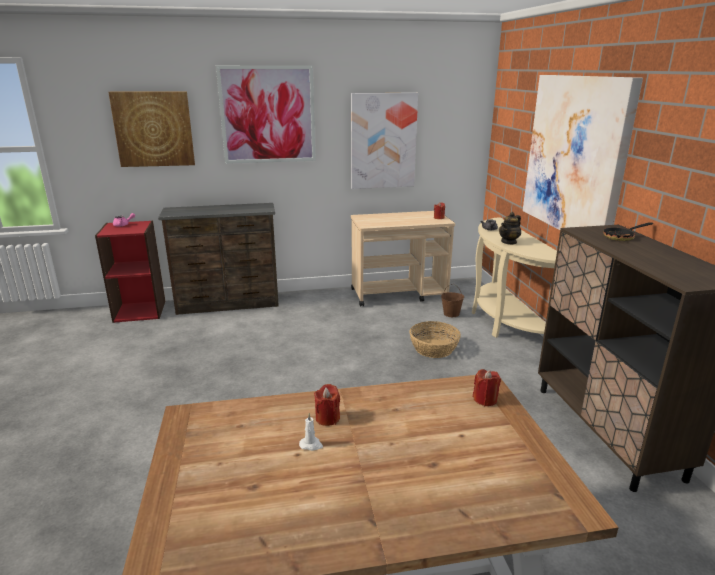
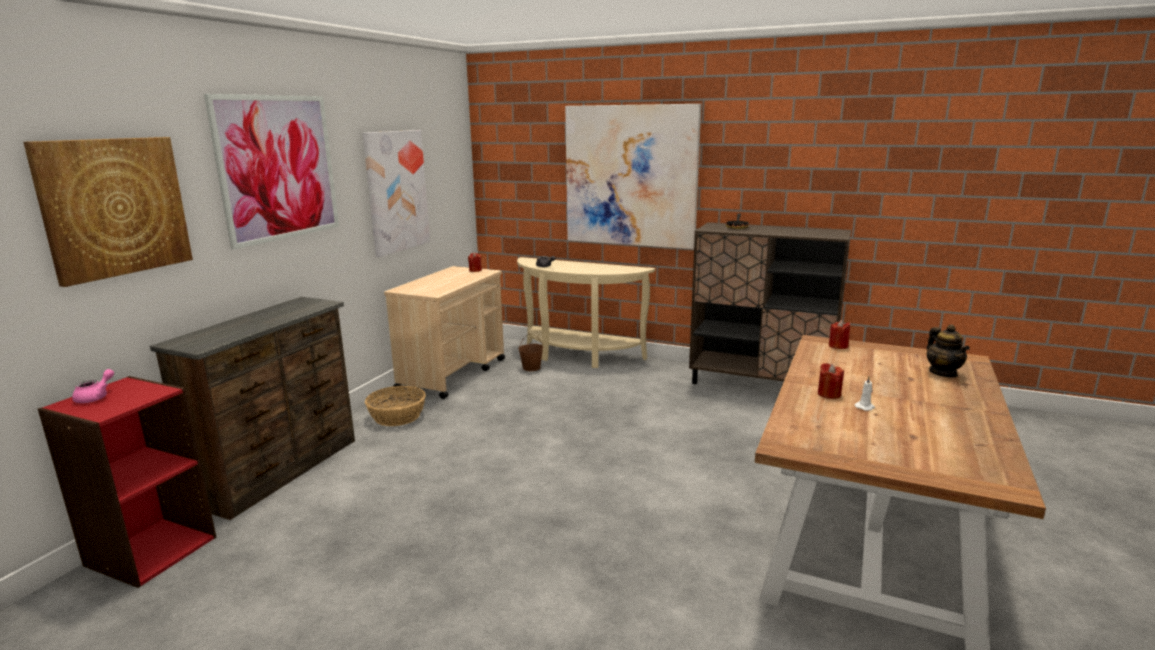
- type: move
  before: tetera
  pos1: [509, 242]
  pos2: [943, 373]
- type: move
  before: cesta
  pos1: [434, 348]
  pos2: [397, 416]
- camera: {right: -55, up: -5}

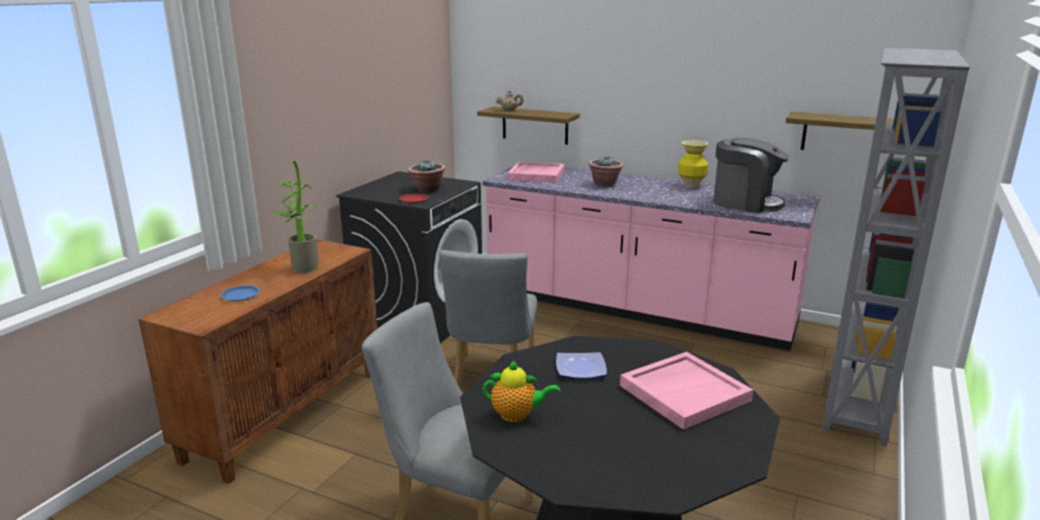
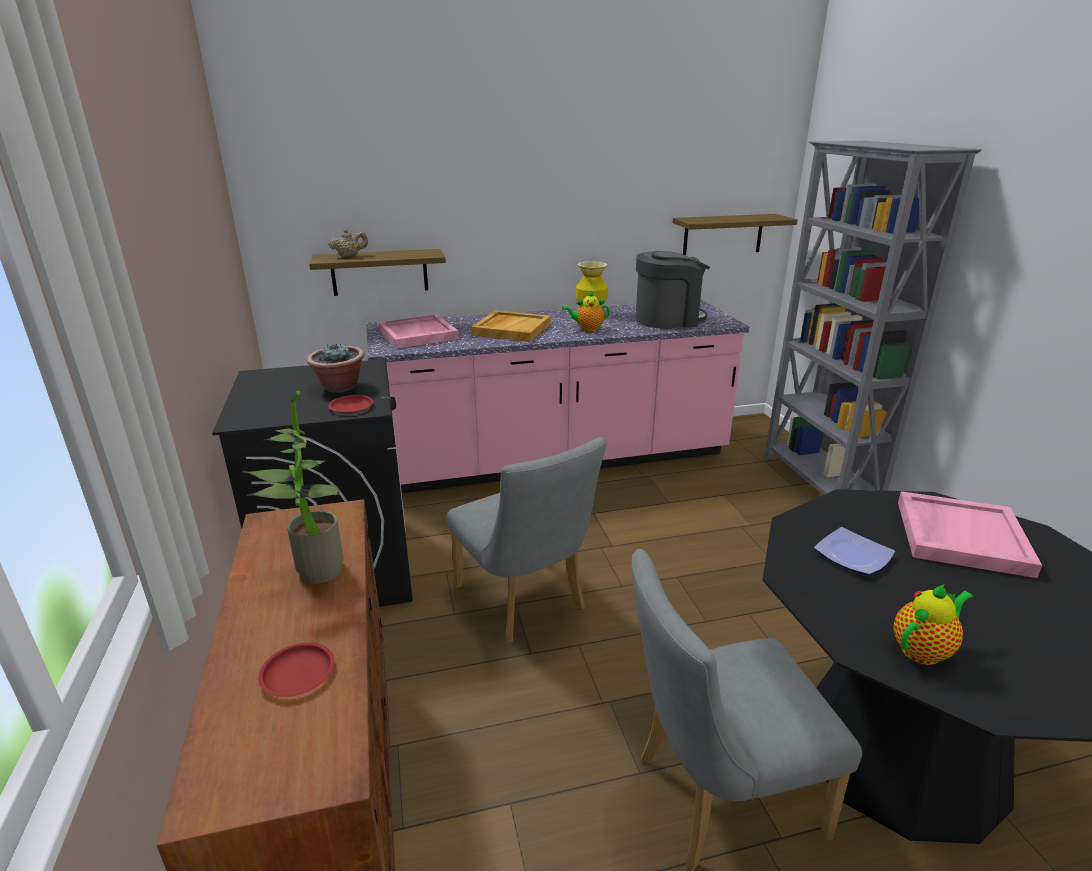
- type: replace
  before: planta en maceta
  after: bandeja [beis]
  pos1: [605, 184]
  pos2: [511, 329]
- type: recolor
  before: plato [azul]
  after: plato [rojo]
  pos1: [241, 295]
  pos2: [298, 673]
- type: insert
  after: tetera
  pos2: [587, 329]
- camera: {right: -40, up: 5}

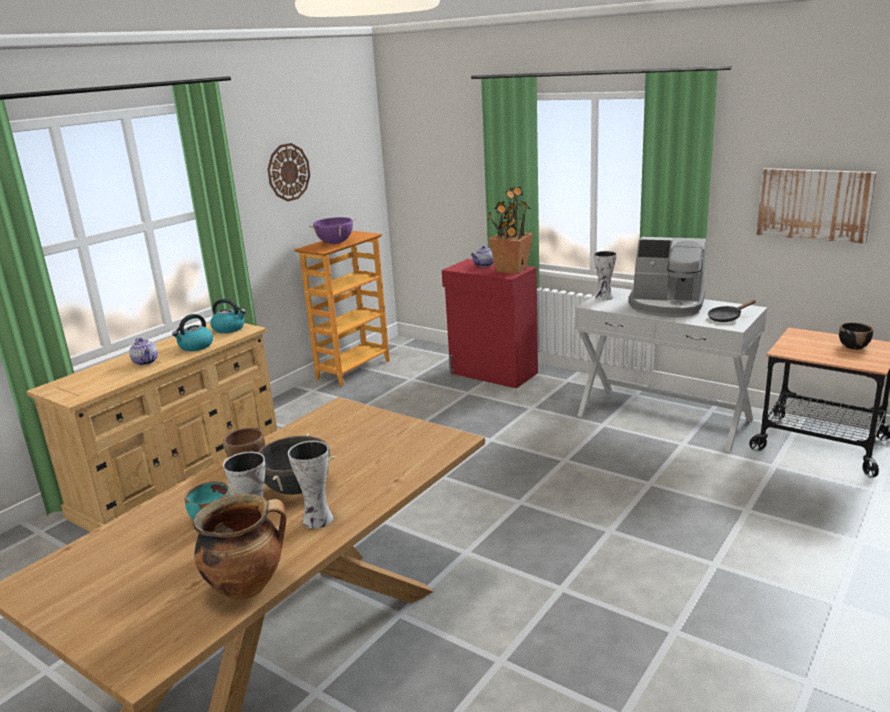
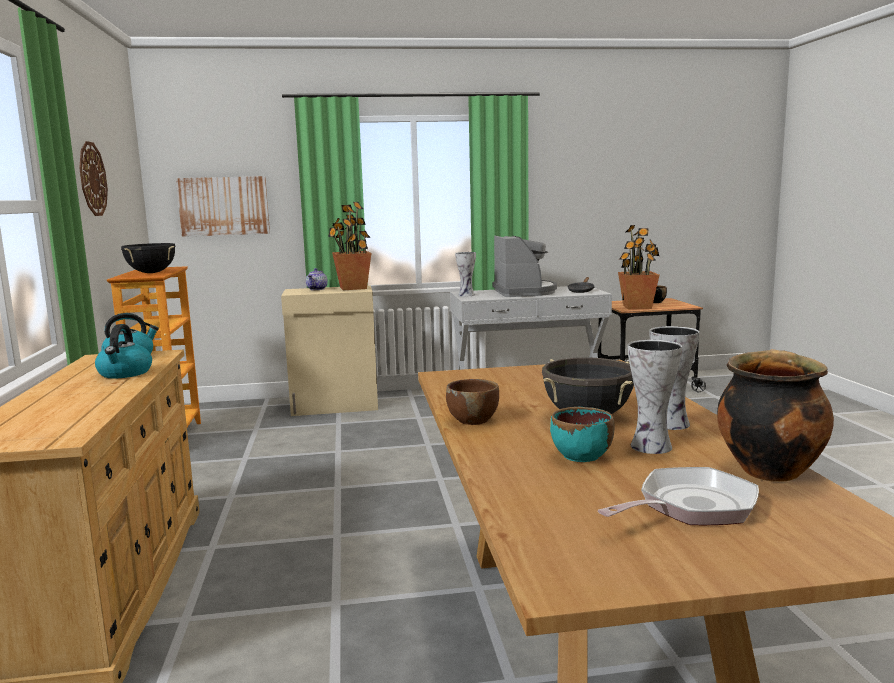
- type: move
  before: cuadro
  pos1: [814, 204]
  pos2: [224, 206]
- type: recolor
  before: olla [morado]
  after: olla [negro]
  pos1: [335, 243]
  pos2: [151, 273]
- type: rotate
  before: cafetera
  pos1: [666, 305]
  pos2: [524, 292]
  turn: -75
- type: recolor
  before: armario [rojo]
  after: armario [beis]
  pos1: [493, 373]
  pos2: [335, 406]
- type: delete
  before: tetera
  pos1: [146, 362]
- type: insert
  after: planta en maceta
  pos2: [637, 307]
- type: insert
  after: sartén
  pos2: [690, 507]
- camera: {right: -45, up: -10}

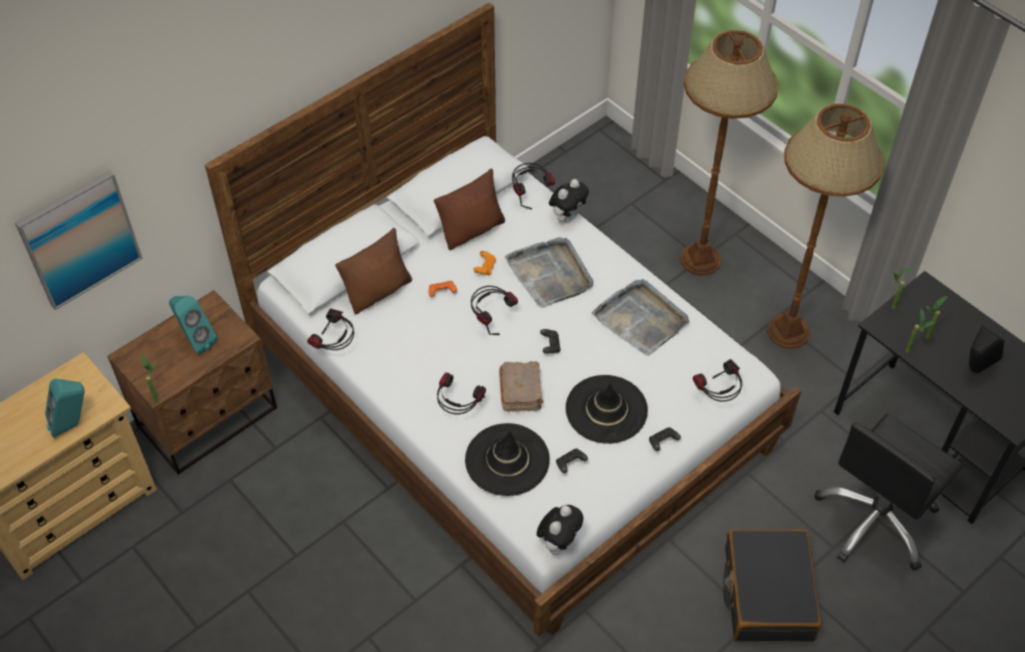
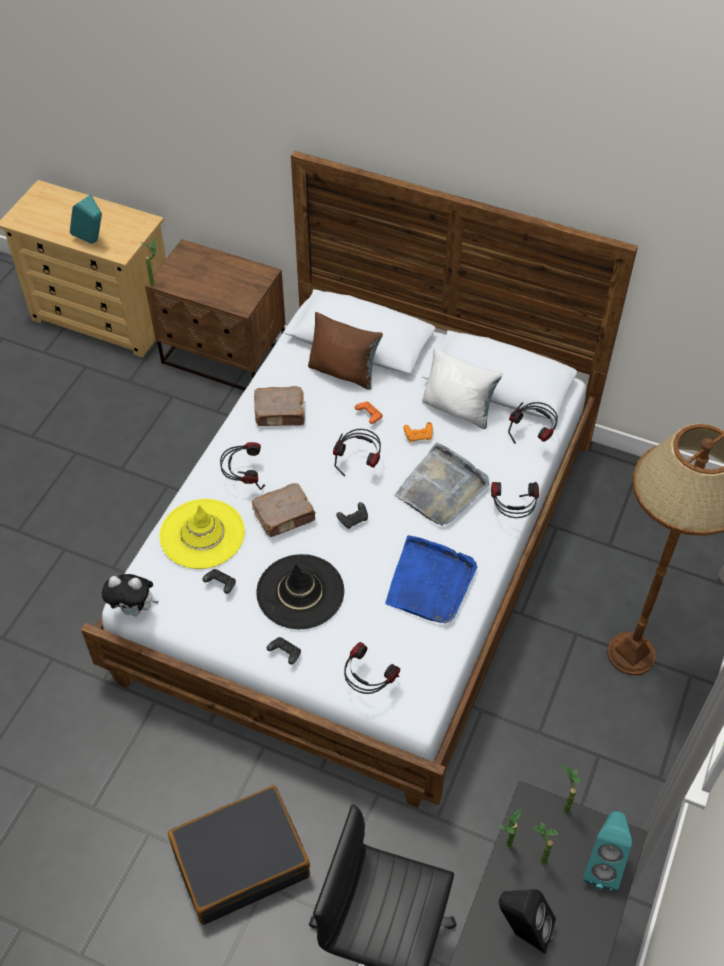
- type: delete
  before: lámpara de pie [marrón]
  pos1: [788, 332]
- type: recolor
  before: cojín [marrón]
  after: cojín [blanco]
  pos1: [472, 230]
  pos2: [458, 409]
- type: delete
  before: cuadro
  pos1: [79, 239]
- type: delete
  before: peluche
  pos1: [567, 217]
- type: recolor
  before: bandeja [gris]
  after: bandeja [azul]
  pos1: [641, 319]
  pos2: [430, 583]
- type: move
  before: altavoz [turquesa]
  pos1: [196, 341]
  pos2: [602, 864]
- type: move
  before: auriculares
  pos1: [335, 347]
  pos2: [512, 513]
- type: recolor
  before: sombrero [negro]
  after: sombrero [amarillo]
  pos1: [507, 460]
  pos2: [202, 534]
- type: insert
  after: libro [marrón]
  pos2: [280, 413]
- camera: {right: 65, up: 0}

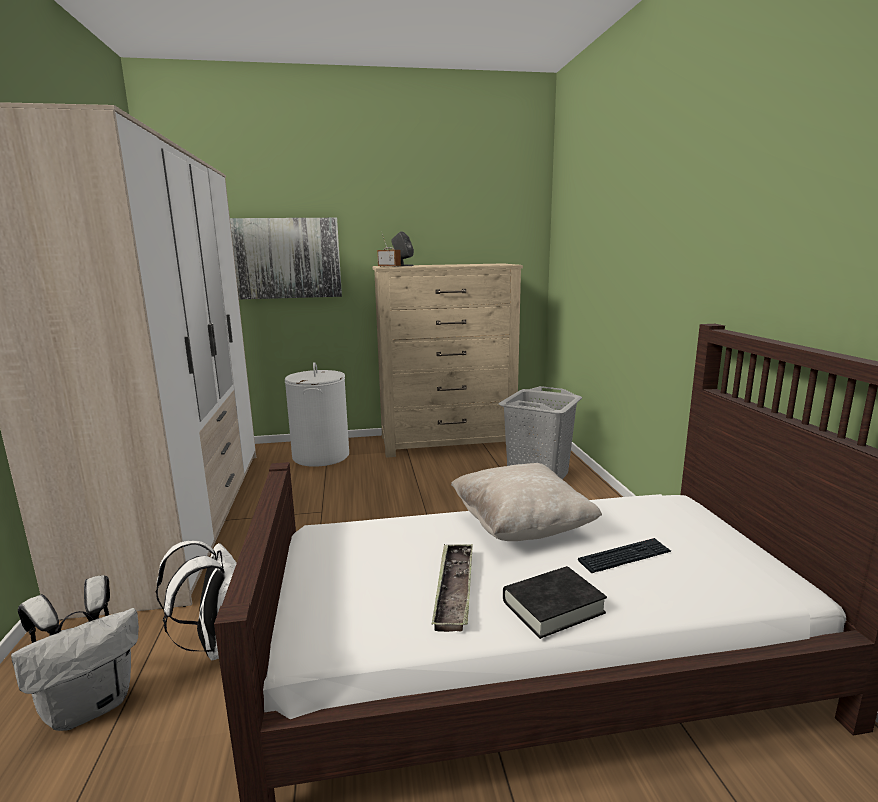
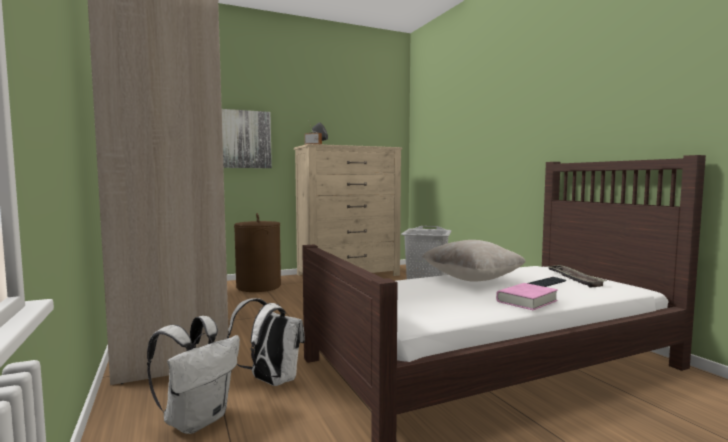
- type: recolor
  before: cesto de la ropa [blanco]
  after: cesto de la ropa [marrón]
  pos1: [321, 456]
  pos2: [259, 286]
- type: move
  before: bandeja
  pos1: [454, 590]
  pos2: [573, 279]
- type: recolor
  before: libro [negro]
  after: libro [rosa]
  pos1: [553, 607]
  pos2: [526, 301]
- camera: {right: -15, up: -10}

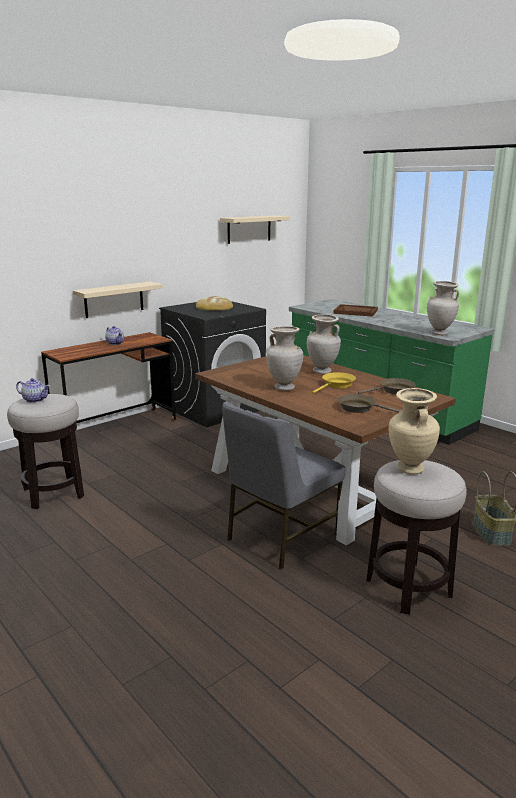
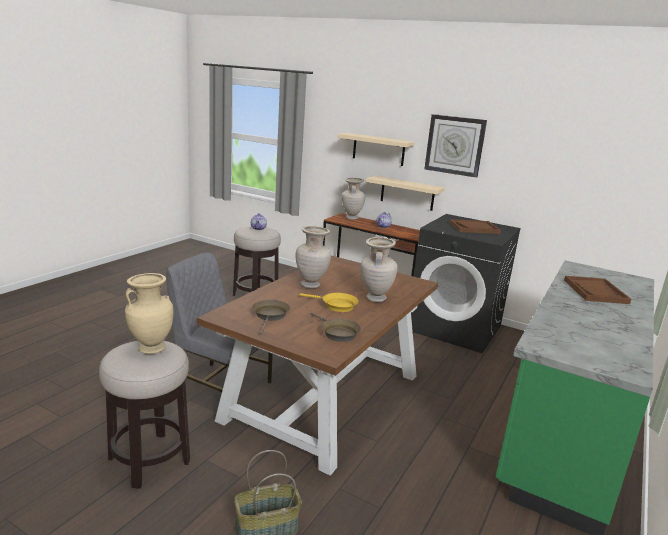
- type: move
  before: estante [beis]
  pos1: [249, 229]
  pos2: [378, 149]
- type: move
  before: florero [beis]
  pos1: [439, 333]
  pos2: [351, 218]
- type: replace
  before: pan
  after: bandeja [marrón]
  pos1: [214, 307]
  pos2: [474, 228]
- type: insert
  after: reloj de pared
  pos2: [455, 145]
- camera: {right: 70, up: 0}

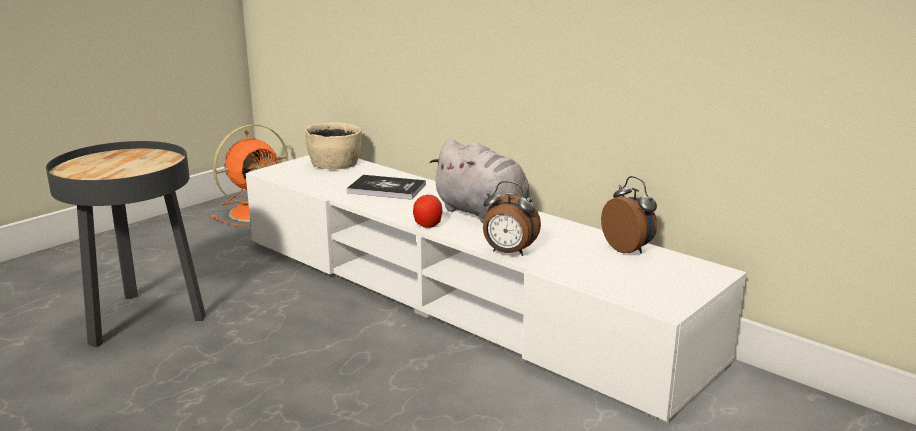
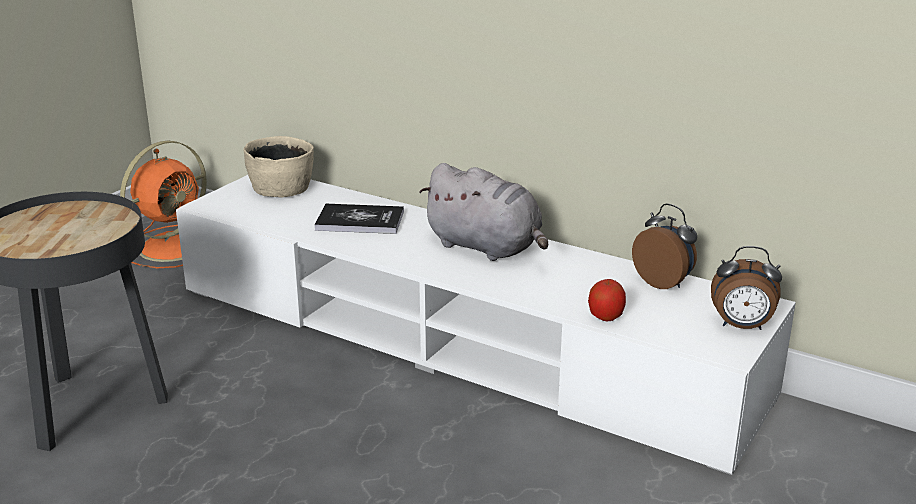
- type: move
  before: despertador
  pos1: [508, 252]
  pos2: [741, 326]
- type: move
  before: manzana
  pos1: [428, 225]
  pos2: [606, 317]
- camera: {right: -10, up: 5}

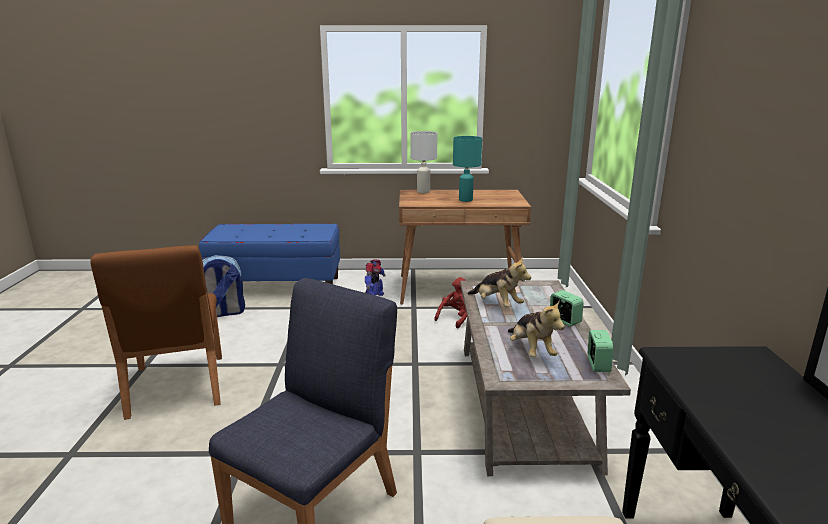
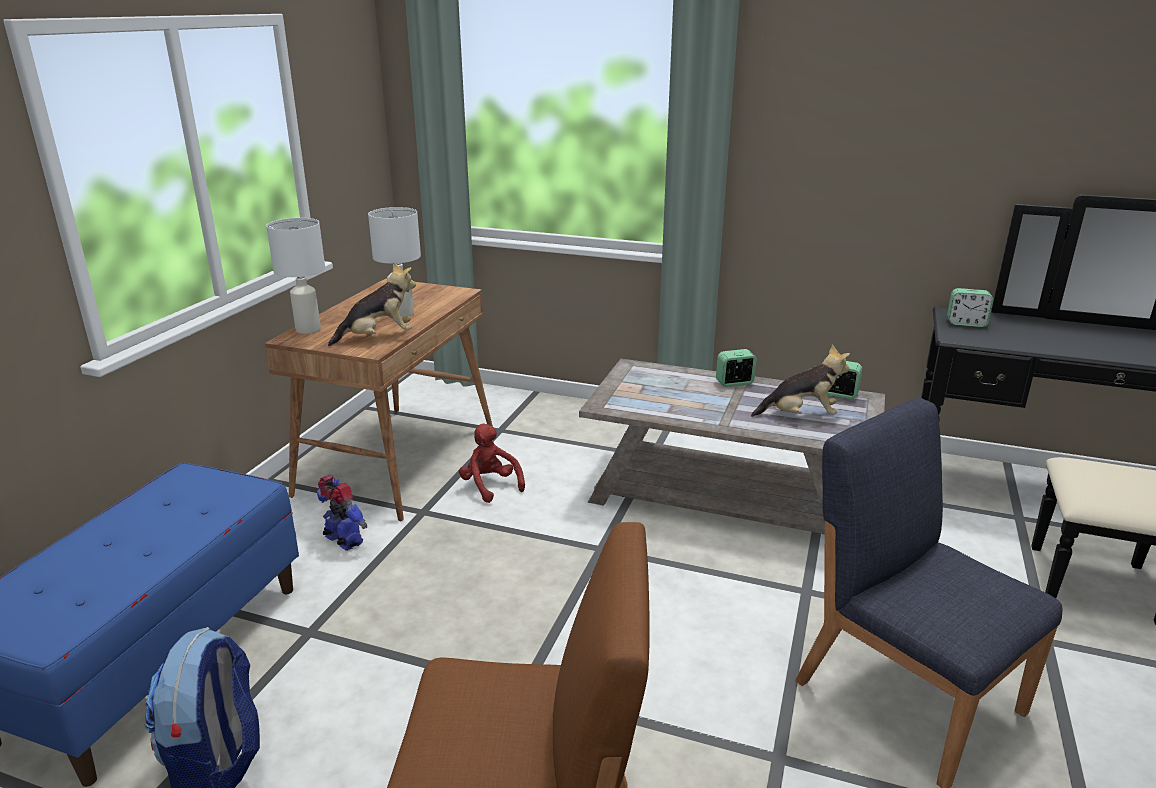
- type: recolor
  before: lámpara de mesa [turquesa]
  after: lámpara de mesa [blanco]
  pos1: [465, 200]
  pos2: [401, 314]
- type: move
  before: peluche
  pos1: [497, 304]
  pos2: [378, 338]
- type: insert
  after: despertador
  pos2: [966, 323]
- camera: {right: -70, up: 5}

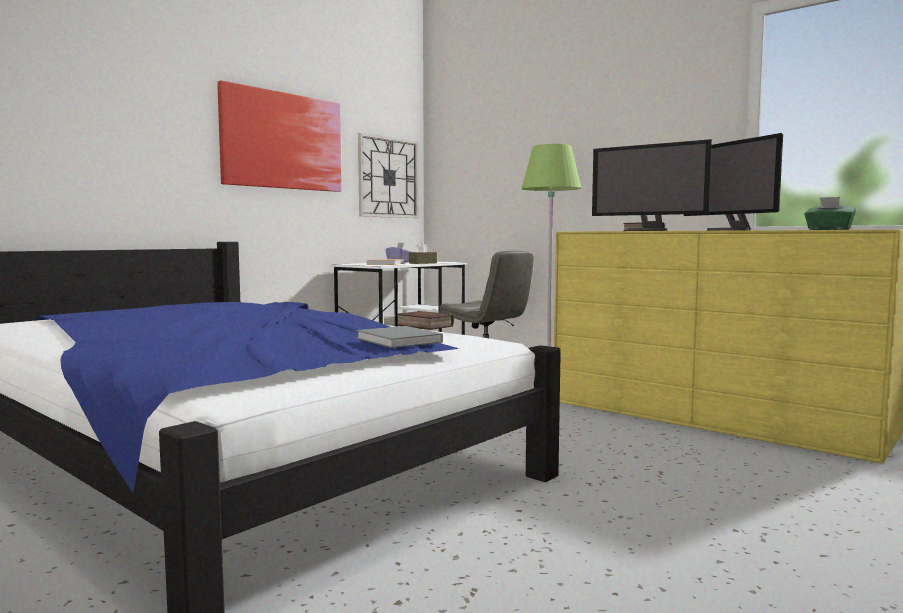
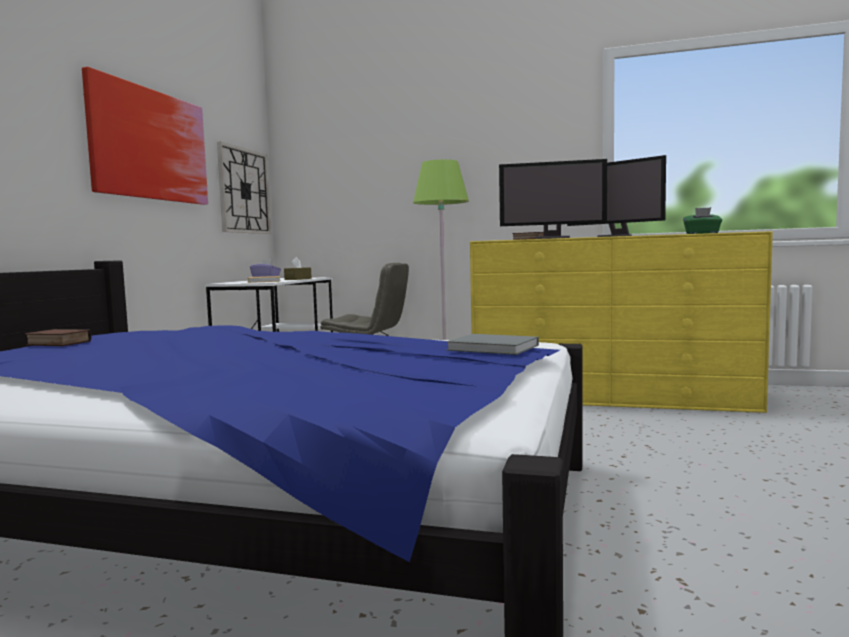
- type: move
  before: libro
  pos1: [423, 326]
  pos2: [57, 343]
- camera: {right: -25, up: 0}

